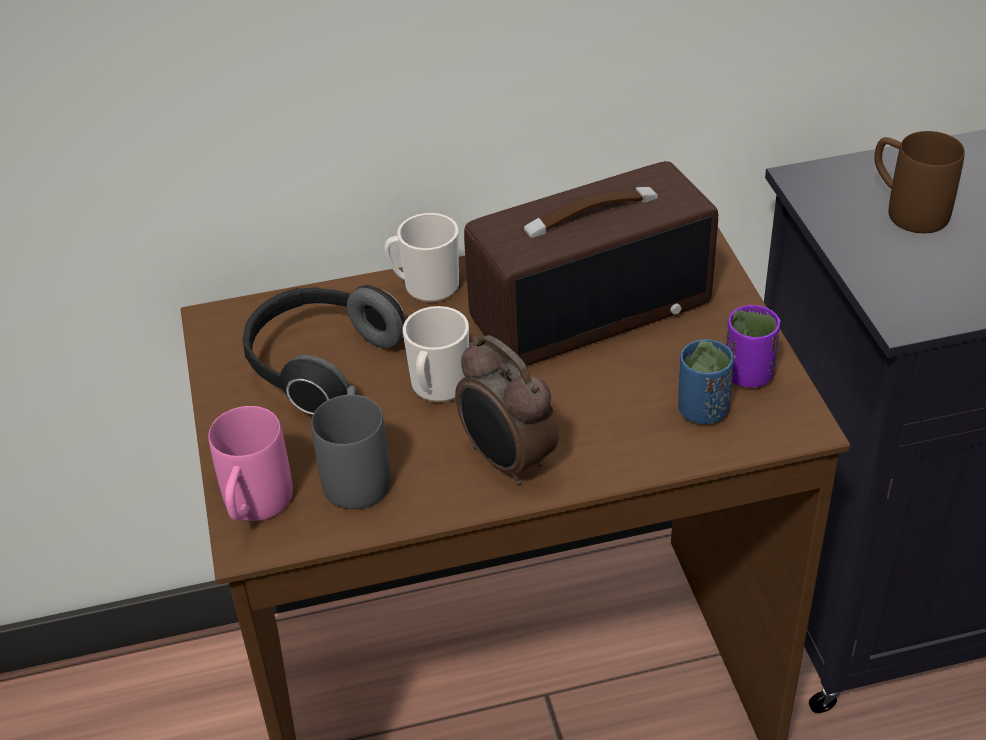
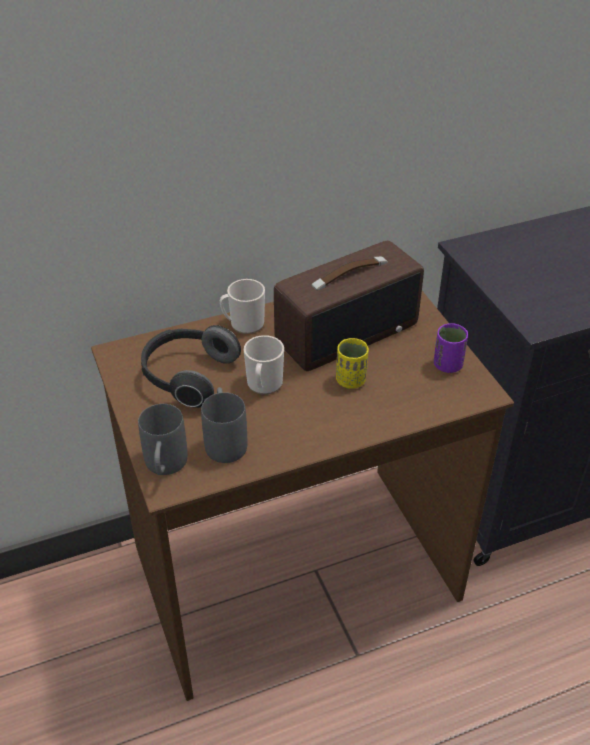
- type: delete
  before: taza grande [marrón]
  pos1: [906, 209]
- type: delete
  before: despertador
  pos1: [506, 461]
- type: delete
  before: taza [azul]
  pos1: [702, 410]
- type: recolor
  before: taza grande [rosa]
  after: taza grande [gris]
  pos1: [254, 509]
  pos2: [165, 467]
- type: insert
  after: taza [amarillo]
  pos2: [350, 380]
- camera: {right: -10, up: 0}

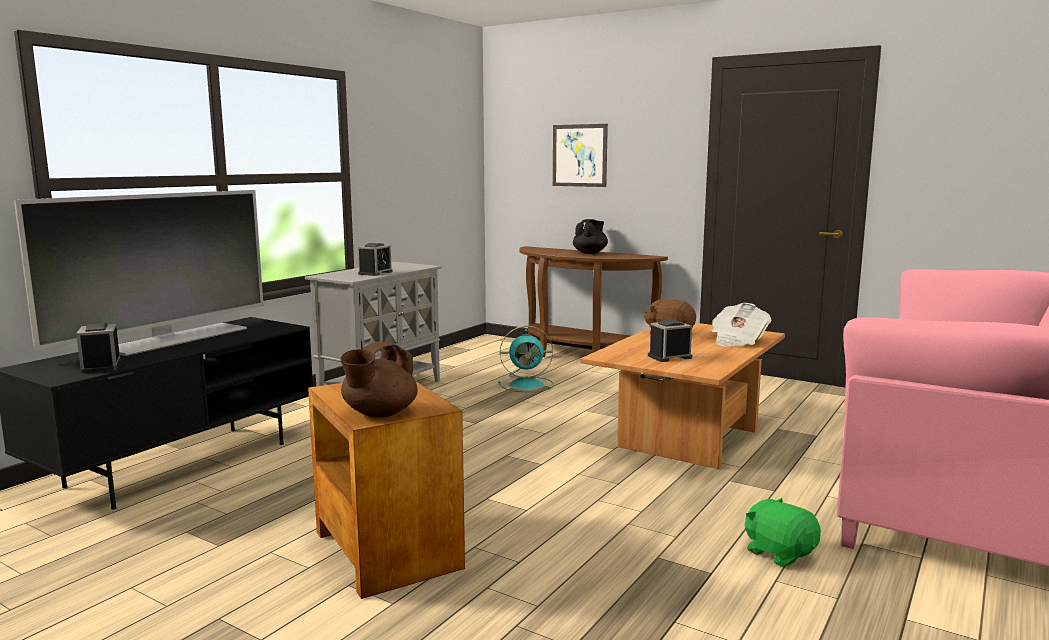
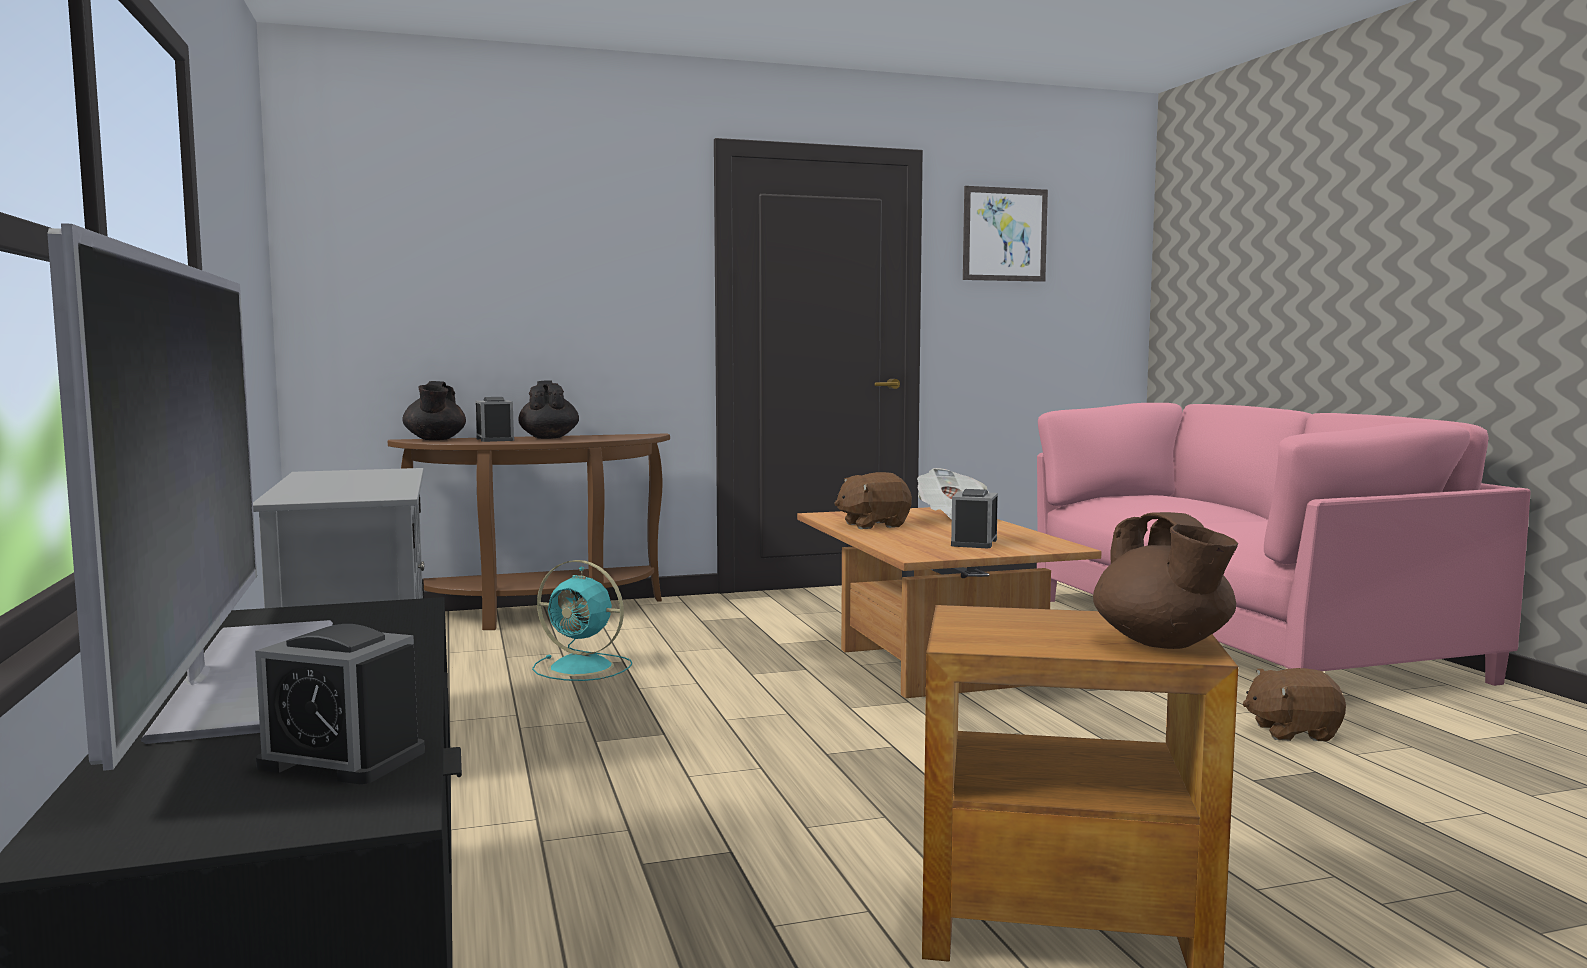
- type: move
  before: cuadro
  pos1: [579, 155]
  pos2: [1004, 234]
- type: move
  before: despertador
  pos1: [375, 273]
  pos2: [495, 439]
- type: rotate
  before: ventilador [turquesa]
  pos1: [528, 385]
  pos2: [584, 667]
  turn: 75
- type: recolor
  before: peluche [verde]
  after: peluche [marrón]
  pos1: [779, 553]
  pos2: [1292, 732]
- type: insert
  after: tetera [negro]
  pos2: [435, 439]
- camera: {right: -50, up: -5}

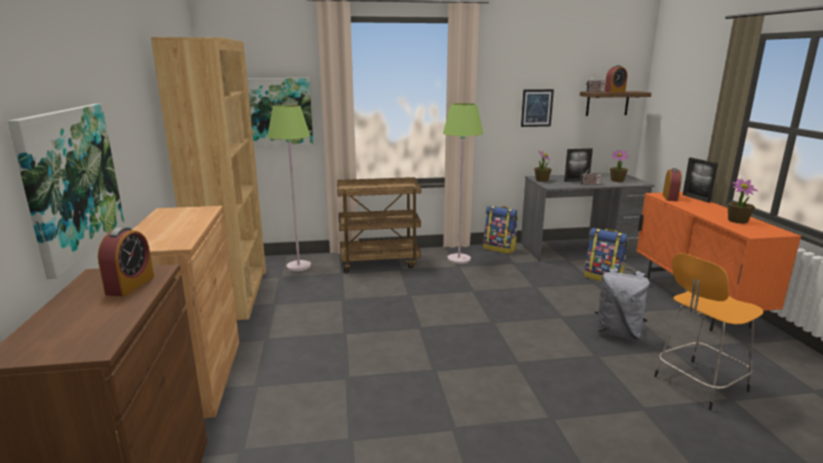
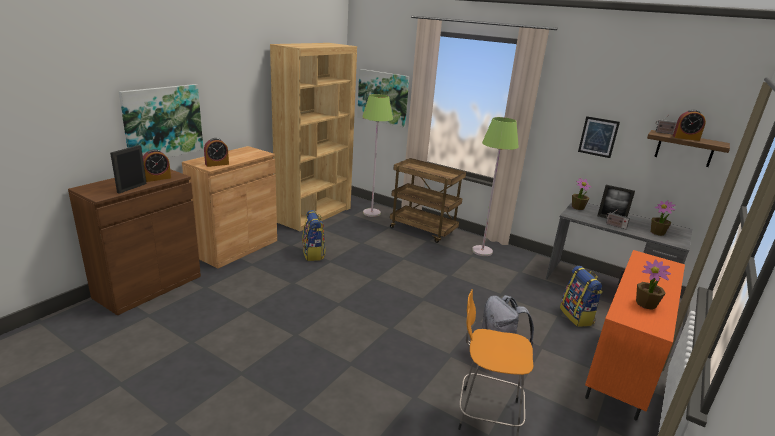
- type: move
  before: portarretratos
  pos1: [696, 198]
  pos2: [132, 188]
- type: move
  before: despertador
  pos1: [670, 198]
  pos2: [217, 164]
- type: move
  before: mochila
  pos1: [500, 249]
  pos2: [313, 254]
- camera: {right: 40, up: 5}

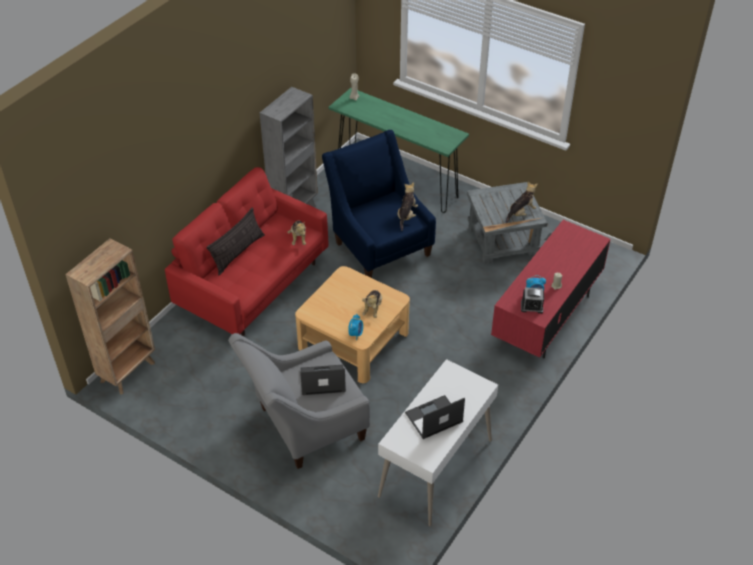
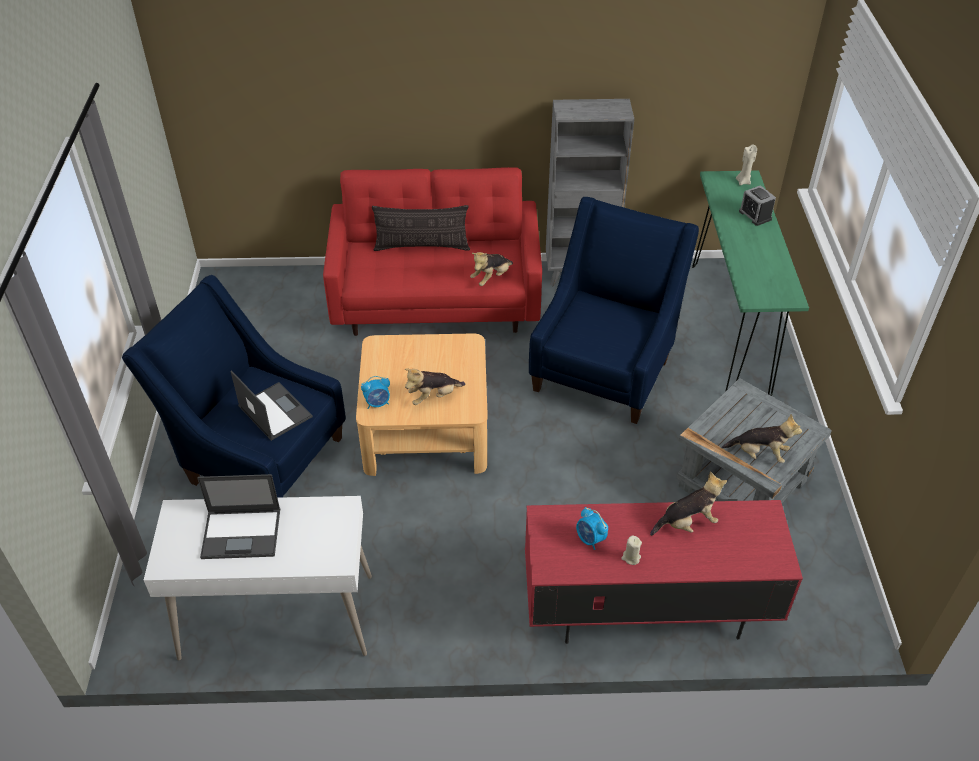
- type: move
  before: peluche
  pos1: [406, 216]
  pos2: [687, 522]
- type: delete
  before: estantería [marrón]
  pos1: [128, 371]
- type: move
  before: despertador
  pos1: [531, 307]
  pos2: [755, 215]
- type: recolor
  before: sillón [gris]
  after: sillón [azul]
  pos1: [304, 426]
  pos2: [257, 456]
- type: rotate
  before: portátil
  pos1: [433, 418]
  pos2: [242, 533]
  turn: 150
- camera: {right: 55, up: 0}

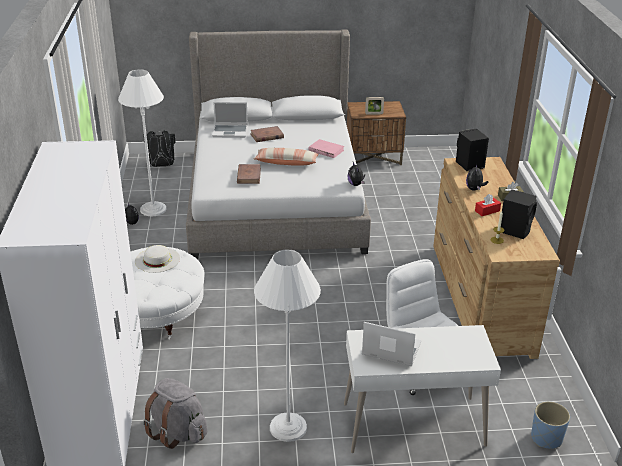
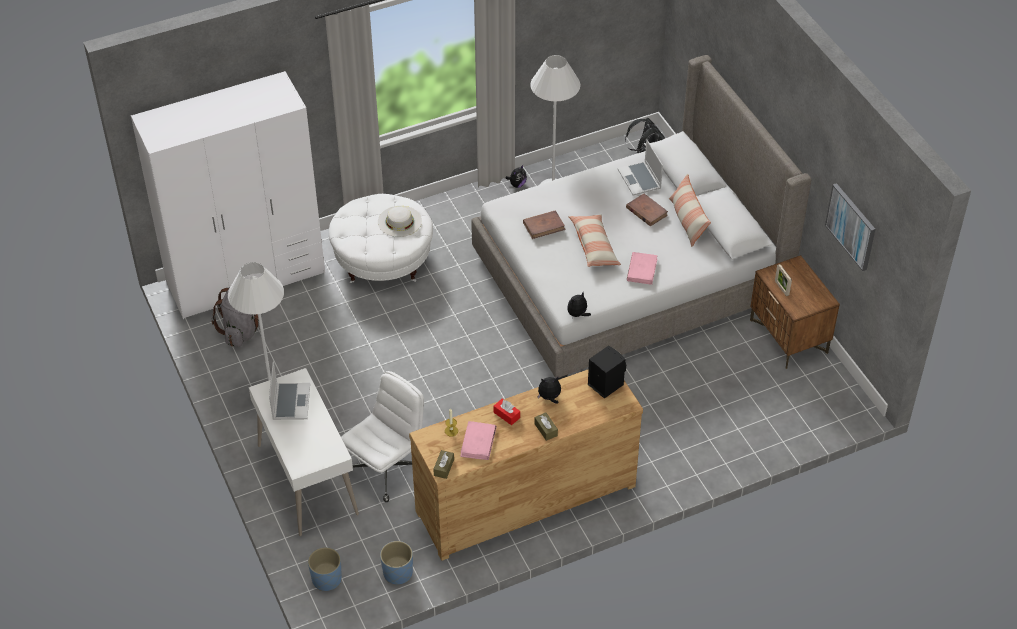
- type: replace
  before: altavoz [negro]
  after: libro [rosa]
  pos1: [515, 230]
  pos2: [478, 442]
- type: insert
  after: cojín
  pos2: [687, 221]
- type: insert
  after: cuadro
  pos2: [851, 226]
- type: insert
  after: caja de pañuelos [marrón]
  pos2: [444, 467]
- type: insert
  after: maceta [azul]
  pos2: [398, 573]
- camera: {right: 70, up: 15}

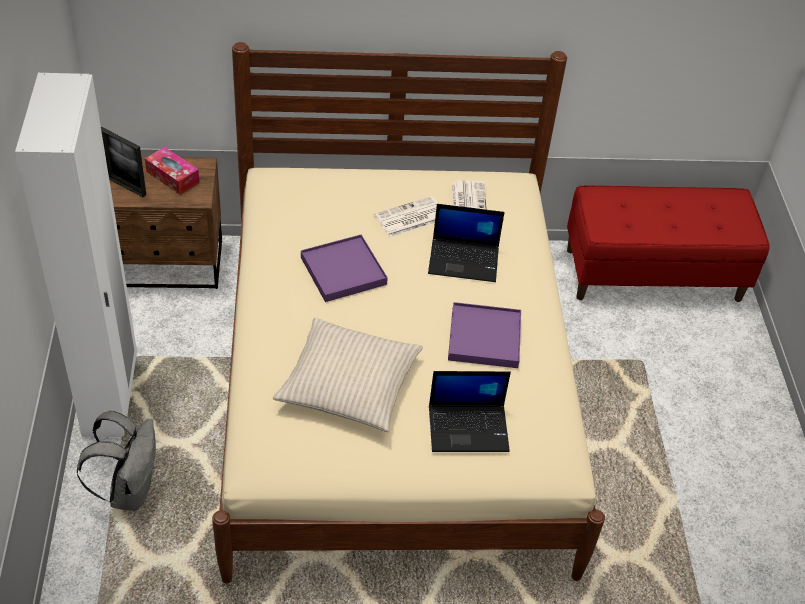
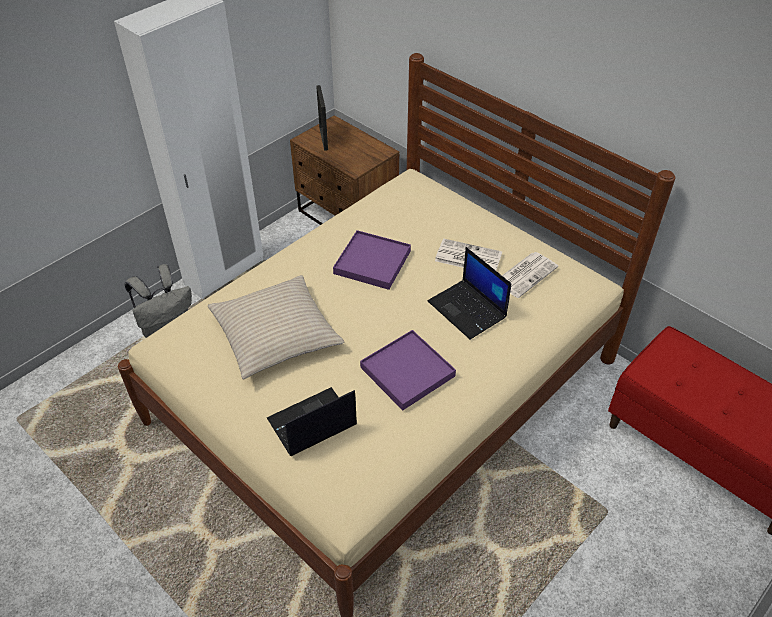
- type: delete
  before: caja de pañuelos
  pos1: [172, 177]
- type: rotate
  before: portátil
  pos1: [469, 427]
  pos2: [311, 423]
  turn: 105
- camera: {right: 50, up: 0}

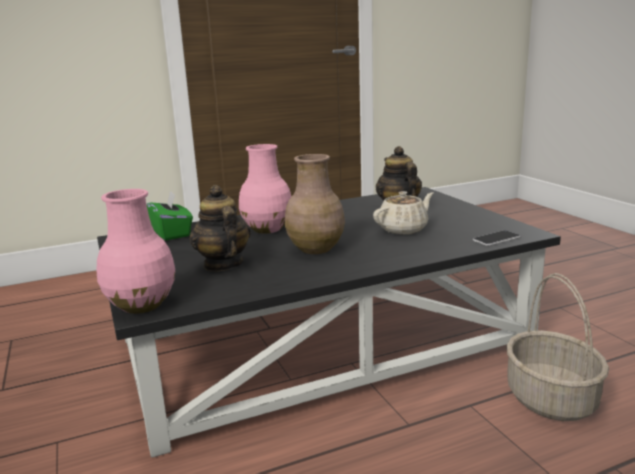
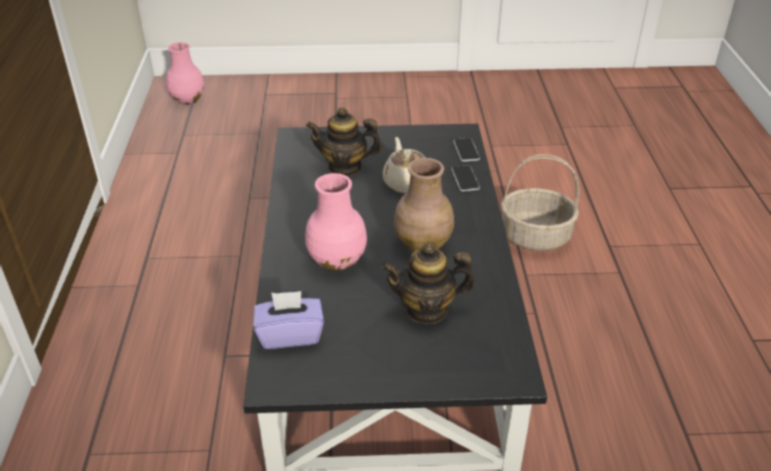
- type: move
  before: florero [rosa]
  pos1: [140, 305]
  pos2: [188, 100]
- type: recolor
  before: caja de pañuelos [verde]
  after: caja de pañuelos [morado]
  pos1: [172, 233]
  pos2: [290, 335]
- type: insert
  after: móvil
  pos2: [465, 179]
- camera: {right: -70, up: 20}

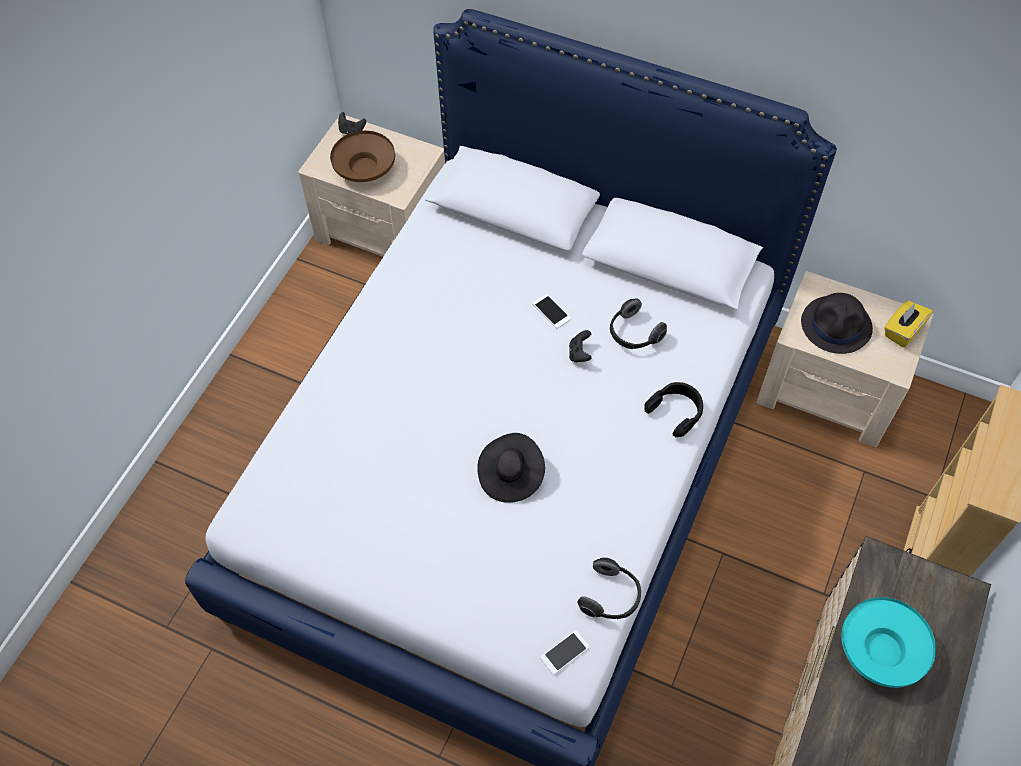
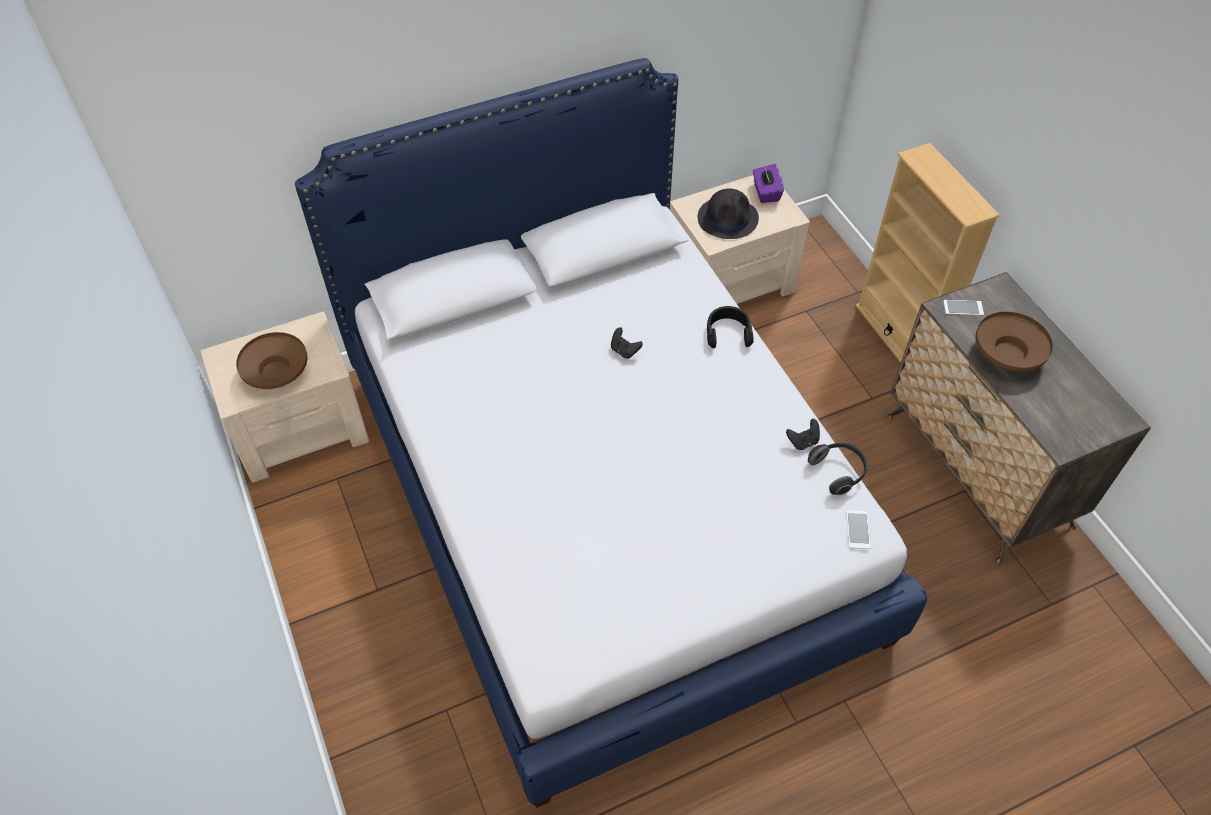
- type: move
  before: mando de consola [negro]
  pos1: [352, 131]
  pos2: [803, 441]
- type: move
  before: móvil
  pos1: [551, 311]
  pos2: [963, 308]
- type: delete
  before: auriculares
  pos1: [633, 334]
- type: recolor
  before: caja de pañuelos [amarillo]
  after: caja de pañuelos [morado]
  pos1: [902, 331]
  pos2: [765, 192]
- type: delete
  before: sombrero [negro]
  pos1: [510, 475]
- type: recolor
  before: cuenco [turquesa]
  after: cuenco [marrón]
  pos1: [881, 650]
  pos2: [1007, 354]
- camera: {right: -50, up: -5}

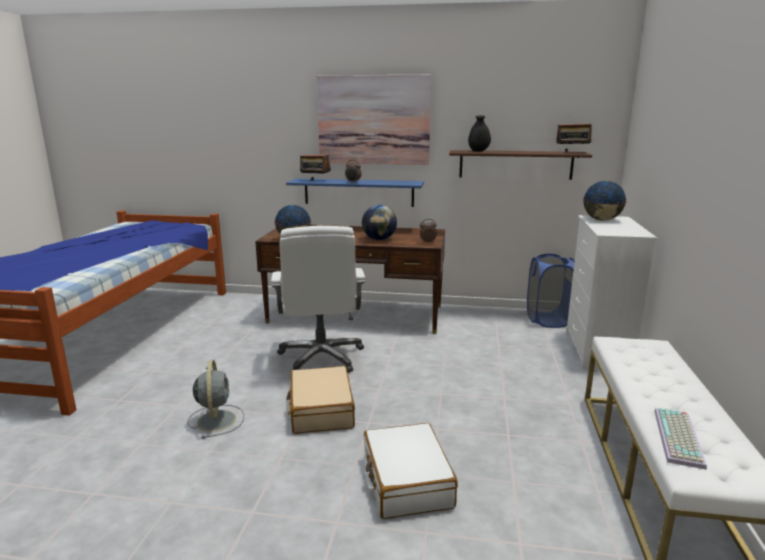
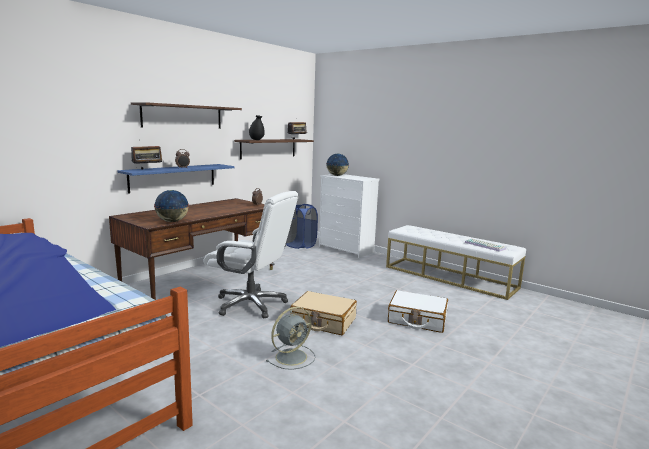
- type: replace
  before: cuadro
  after: estante
  pos1: [373, 120]
  pos2: [183, 116]
- type: delete
  before: globo terráqueo
  pos1: [379, 239]
- type: rotate
  before: ventilador [gris]
  pos1: [216, 419]
  pos2: [292, 356]
  turn: 120
- camera: {right: -60, up: -5}

